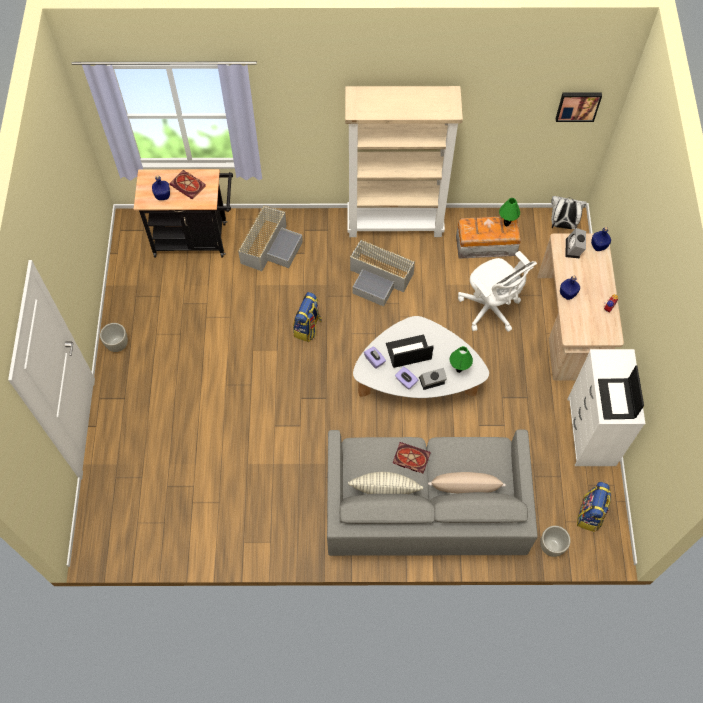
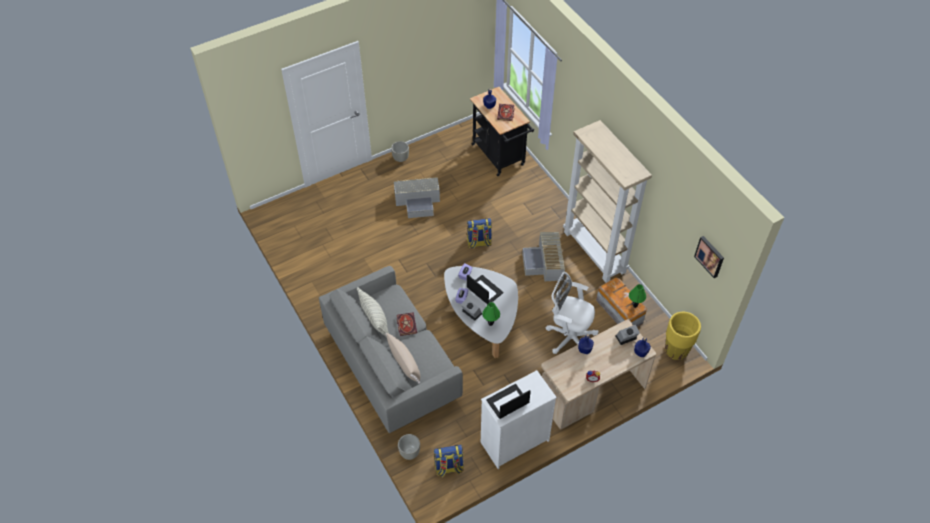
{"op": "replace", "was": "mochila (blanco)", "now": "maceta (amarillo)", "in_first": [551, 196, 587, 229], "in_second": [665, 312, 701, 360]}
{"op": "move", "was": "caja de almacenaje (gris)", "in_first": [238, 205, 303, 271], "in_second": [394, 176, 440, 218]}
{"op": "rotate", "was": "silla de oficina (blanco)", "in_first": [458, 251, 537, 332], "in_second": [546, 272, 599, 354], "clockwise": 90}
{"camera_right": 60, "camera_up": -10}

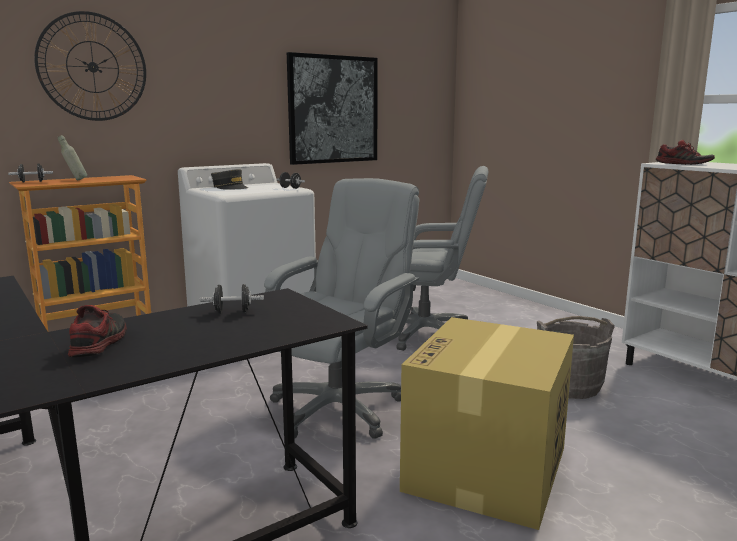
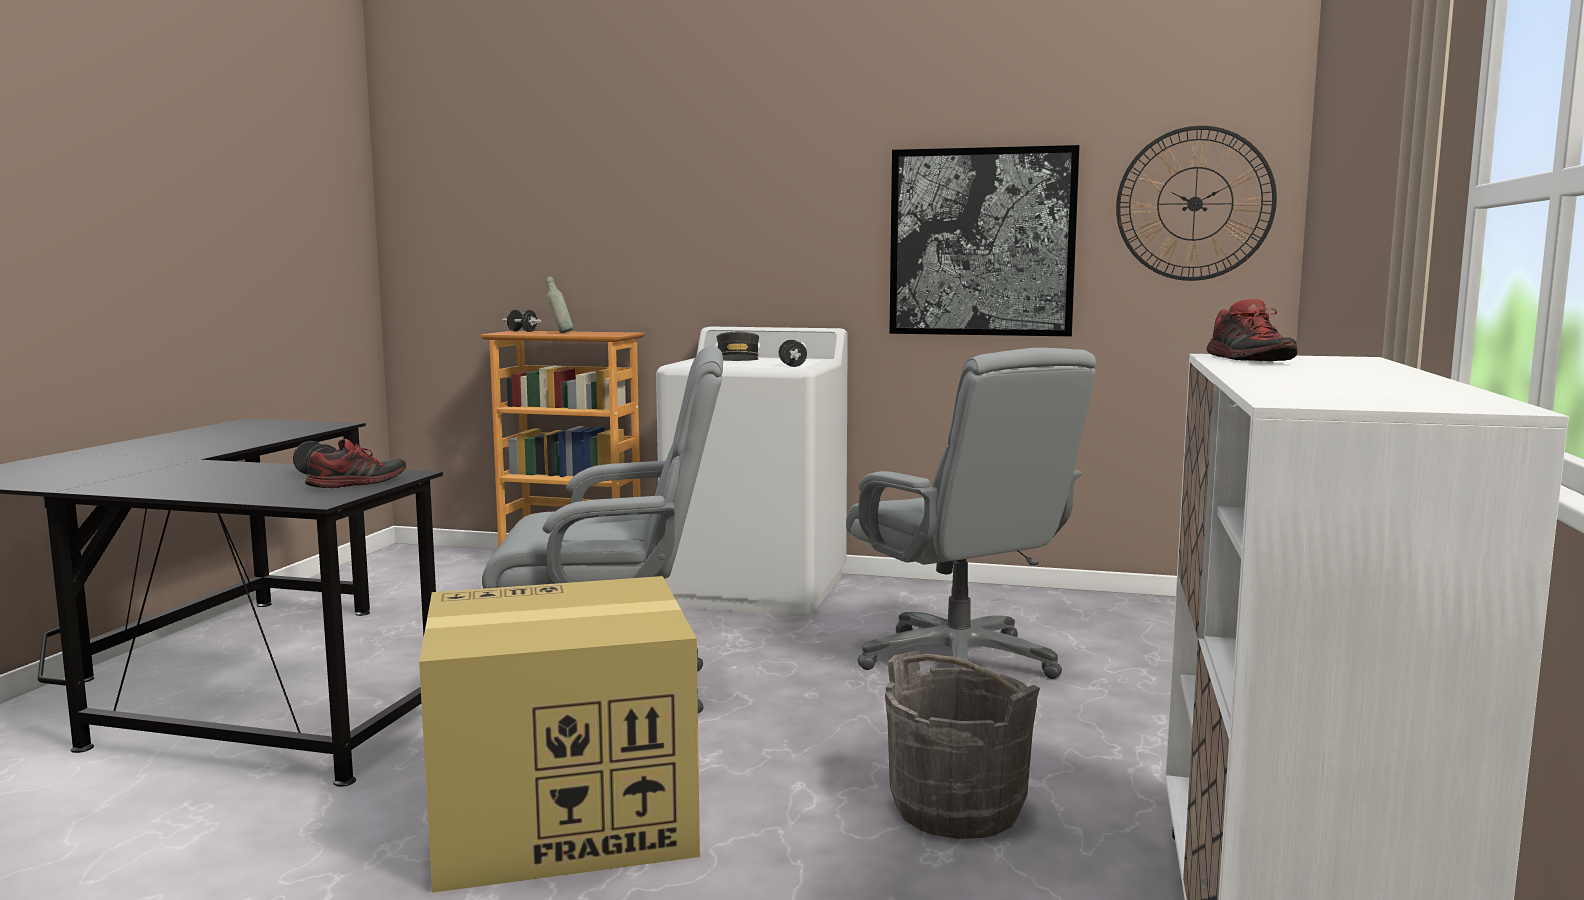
{"op": "move", "was": "reloj de pared", "in_first": [34, 11, 146, 121], "in_second": [1116, 125, 1277, 281]}
{"op": "move", "was": "zapato", "in_first": [68, 305, 127, 357], "in_second": [305, 439, 406, 488]}
{"camera_right": 50, "camera_up": -5}

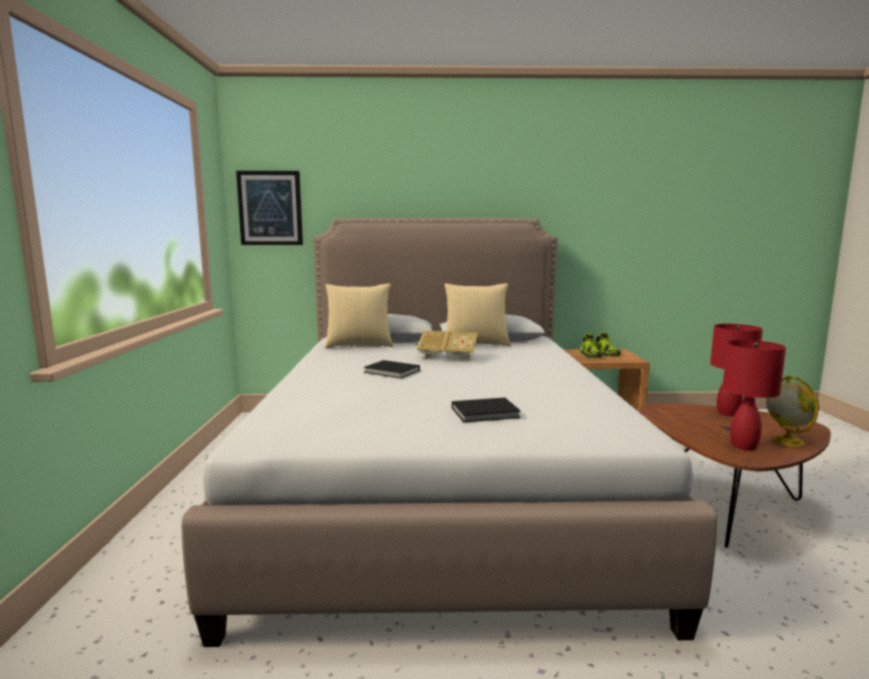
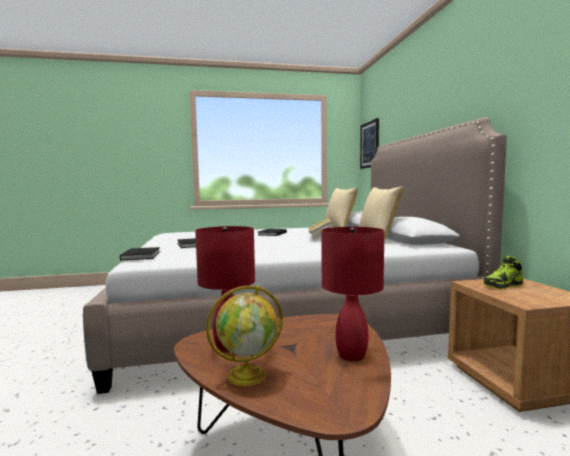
{"op": "delete", "was": "zapato", "in_first": [595, 332, 621, 357]}
{"op": "insert", "now": "libro (negro)", "in_second": [120, 247, 160, 260]}
{"camera_right": 80, "camera_up": -5}

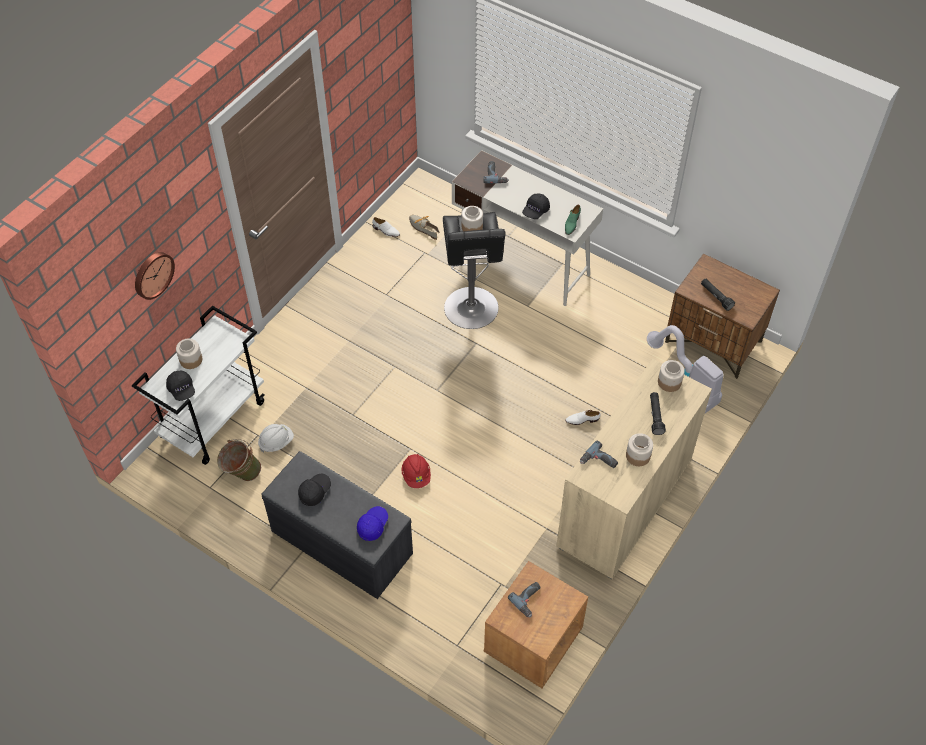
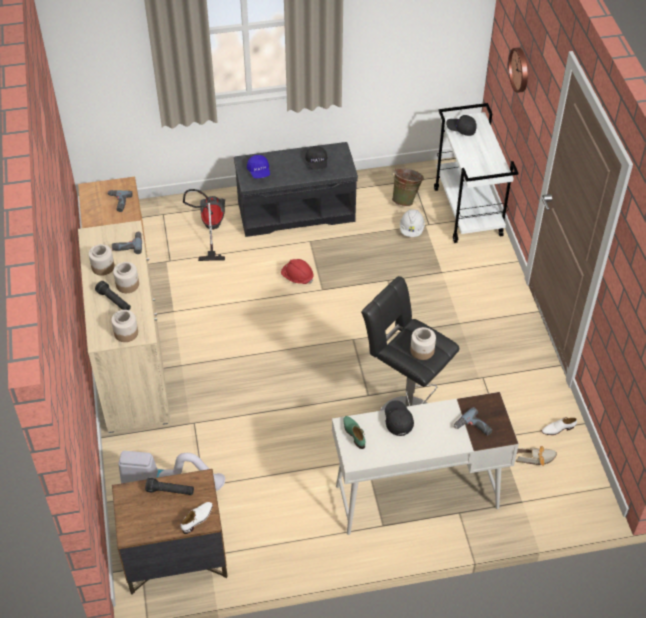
{"op": "move", "was": "tarro", "in_first": [176, 339, 202, 369], "in_second": [113, 262, 139, 293]}
{"op": "move", "was": "zapato (blanco)", "in_first": [565, 410, 600, 425], "in_second": [180, 502, 213, 534]}
{"op": "insert", "now": "aspiradora", "in_second": [183, 189, 225, 261]}
{"camera_right": 135, "camera_up": -5}

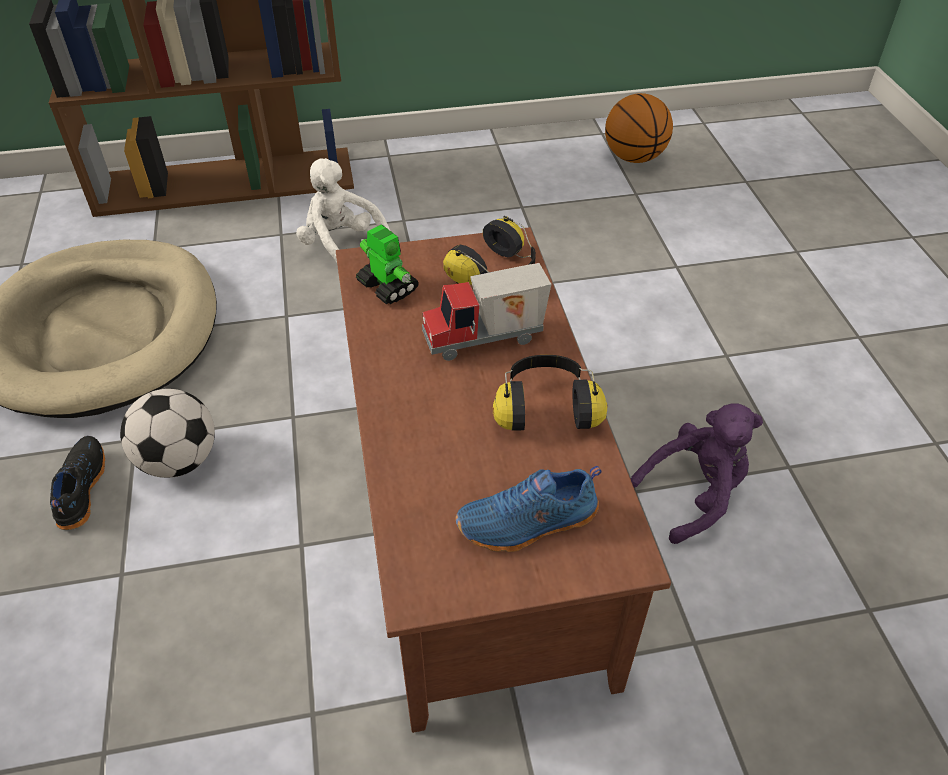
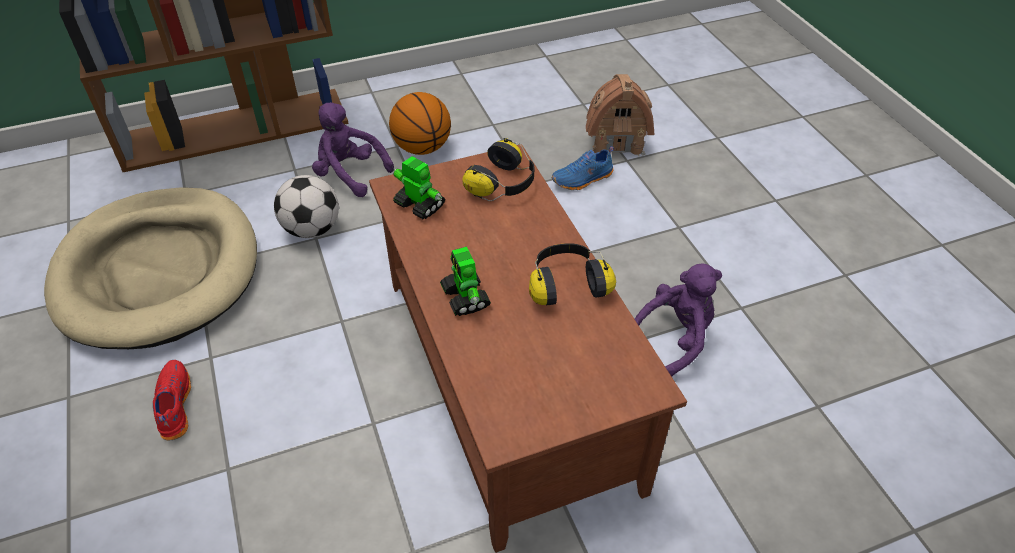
{"op": "move", "was": "balón de baloncesto", "in_first": [605, 93, 673, 163], "in_second": [389, 92, 451, 155]}
{"op": "recolor", "was": "peluche (blanco)", "now": "peluche (morado)", "in_first": [296, 158, 390, 262], "in_second": [312, 102, 394, 197]}
{"op": "delete", "was": "camión de juguete", "in_first": [422, 263, 551, 361]}
{"op": "move", "was": "balón de fútbol", "in_first": [120, 389, 215, 478], "in_second": [274, 175, 339, 238]}
{"op": "recolor", "was": "zapato (negro)", "now": "zapato (rojo)", "in_first": [50, 436, 105, 530], "in_second": [153, 360, 191, 440]}
{"op": "move", "was": "zapato (azul)", "in_first": [456, 466, 602, 552], "in_second": [552, 146, 614, 190]}
{"op": "insert", "now": "casita", "in_second": [586, 74, 655, 156]}
{"op": "insert", "now": "robot de juguete", "in_second": [440, 247, 491, 316]}
{"camera_right": -10, "camera_up": 0}

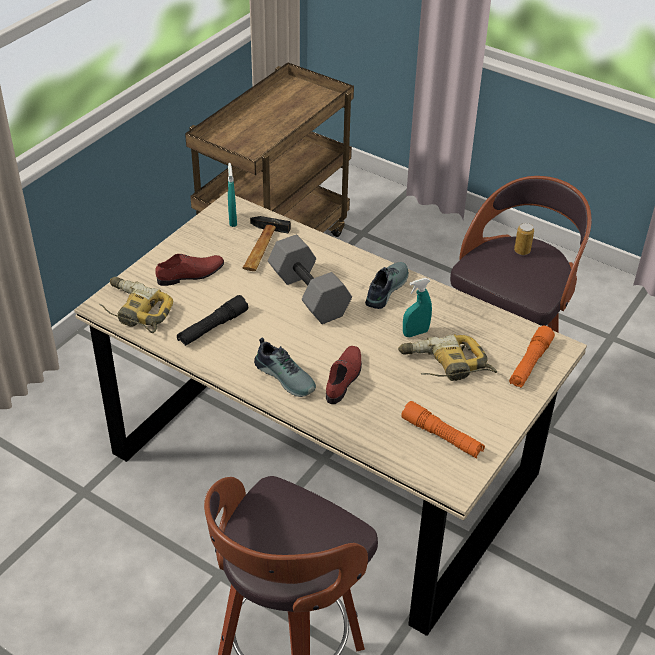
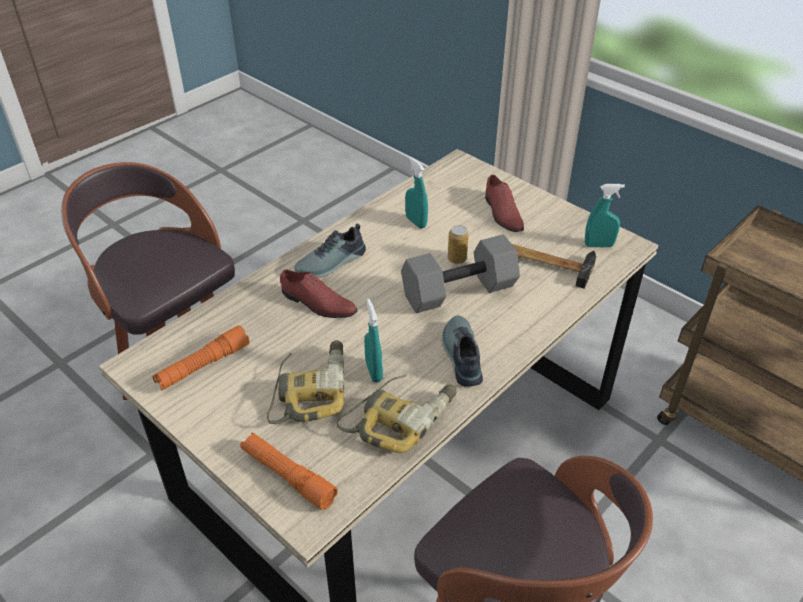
{"op": "move", "was": "lata", "in_first": [514, 223, 534, 255], "in_second": [448, 225, 469, 264]}
{"op": "rotate", "was": "zapato", "in_first": [365, 262, 409, 309], "in_second": [441, 316, 483, 387], "clockwise": -135}
{"op": "move", "was": "taladro", "in_first": [99, 277, 173, 333], "in_second": [337, 375, 457, 453]}
{"op": "replace", "was": "linterna (negro)", "now": "pulverizador (turquesa)", "in_first": [177, 295, 248, 346], "in_second": [405, 157, 428, 229]}
{"camera_right": 100, "camera_up": 0}

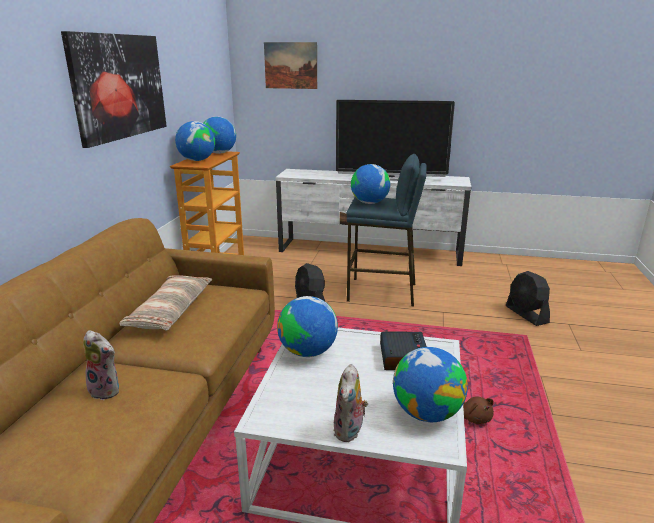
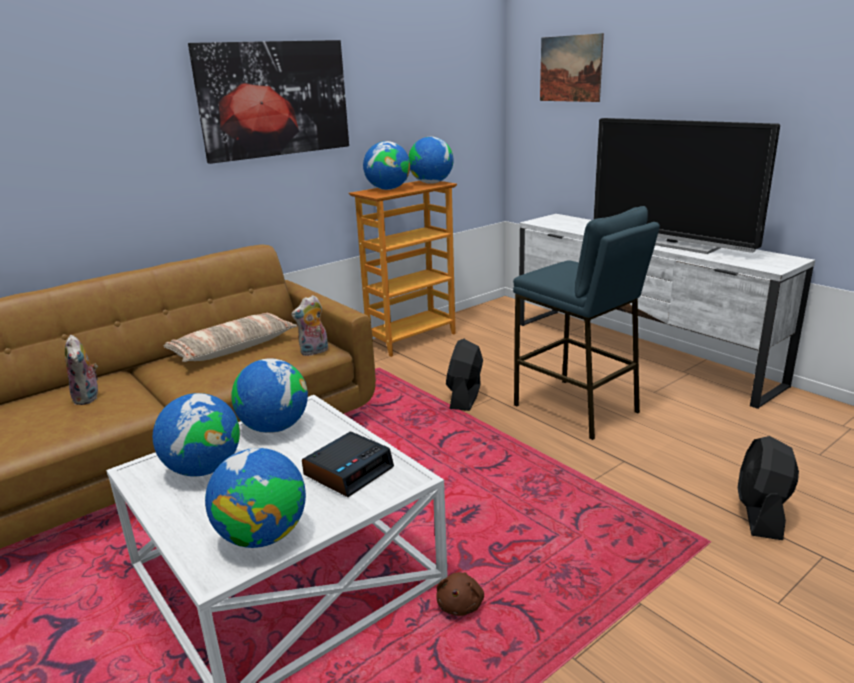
{"op": "move", "was": "globo terráqueo", "in_first": [351, 164, 390, 204], "in_second": [153, 393, 240, 477]}
{"op": "move", "was": "peluche", "in_first": [334, 364, 368, 442], "in_second": [291, 295, 328, 356]}
{"camera_right": 40, "camera_up": 0}

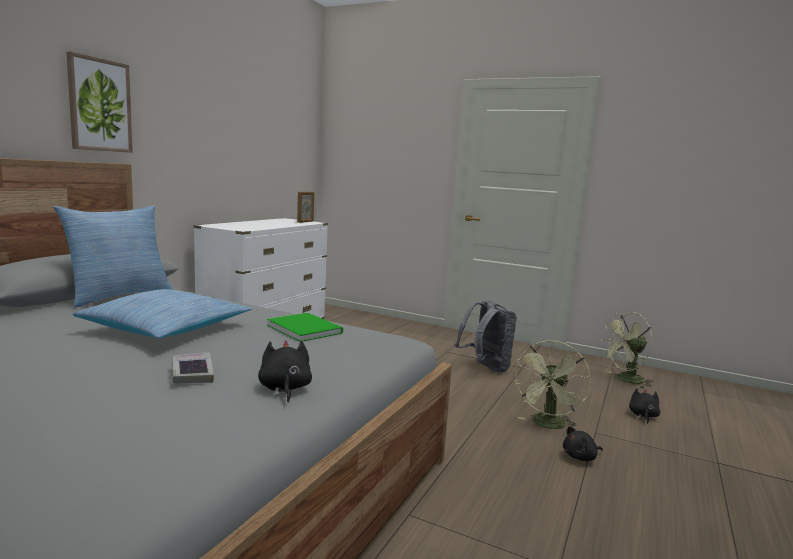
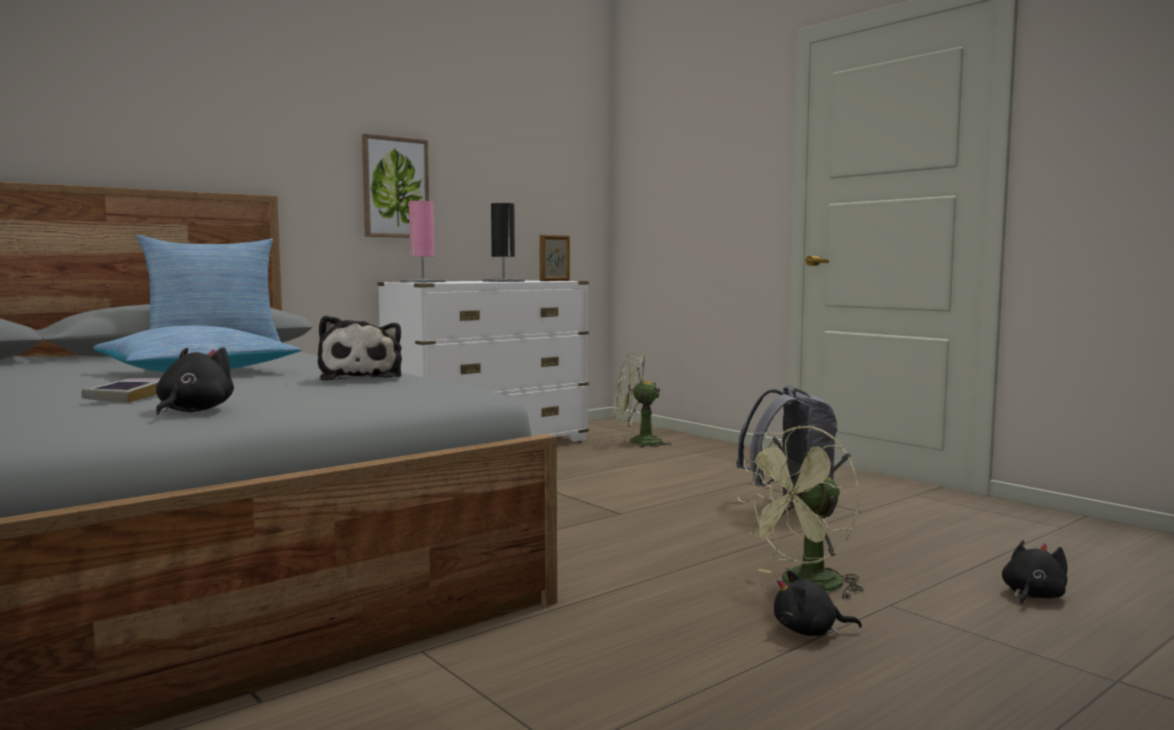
{"op": "move", "was": "cuadro", "in_first": [66, 52, 133, 153], "in_second": [362, 134, 429, 238]}
{"op": "move", "was": "ventilador (verde)", "in_first": [601, 312, 653, 388], "in_second": [613, 353, 672, 448]}
{"op": "replace", "was": "libro (verde)", "now": "peluche", "in_first": [267, 313, 343, 342], "in_second": [318, 315, 402, 381]}
{"op": "insert", "now": "lámpara de mesa (rosa)", "in_second": [400, 201, 445, 283]}
{"op": "insert", "now": "lámpara de mesa (negro)", "in_second": [483, 203, 525, 282]}
{"camera_right": 25, "camera_up": -5}

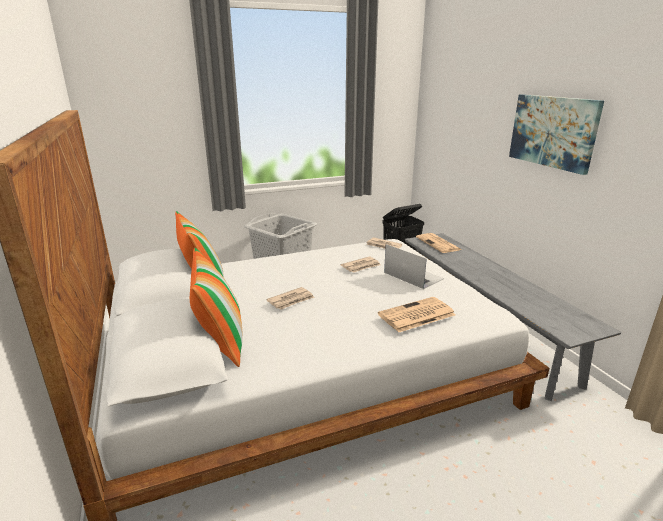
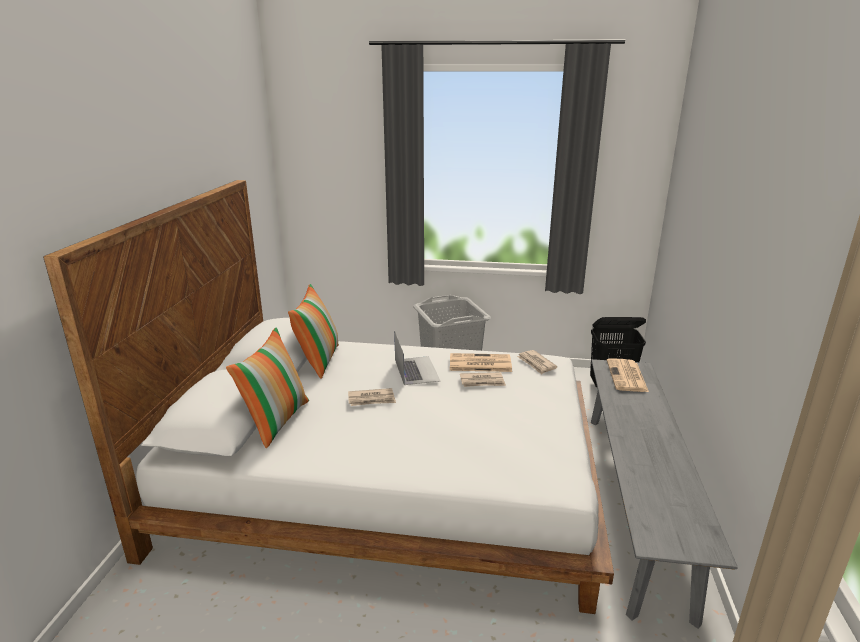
{"op": "delete", "was": "cuadro", "in_first": [509, 94, 604, 175]}
{"op": "move", "was": "portátil", "in_first": [384, 244, 444, 289], "in_second": [394, 331, 440, 385]}
{"op": "move", "was": "periódico", "in_first": [378, 297, 455, 332], "in_second": [450, 353, 512, 372]}
{"camera_right": 30, "camera_up": 0}

